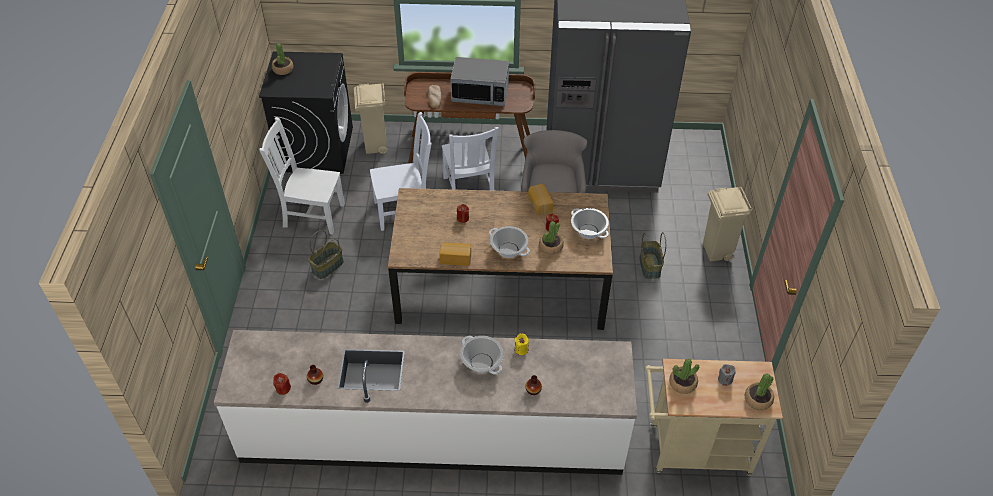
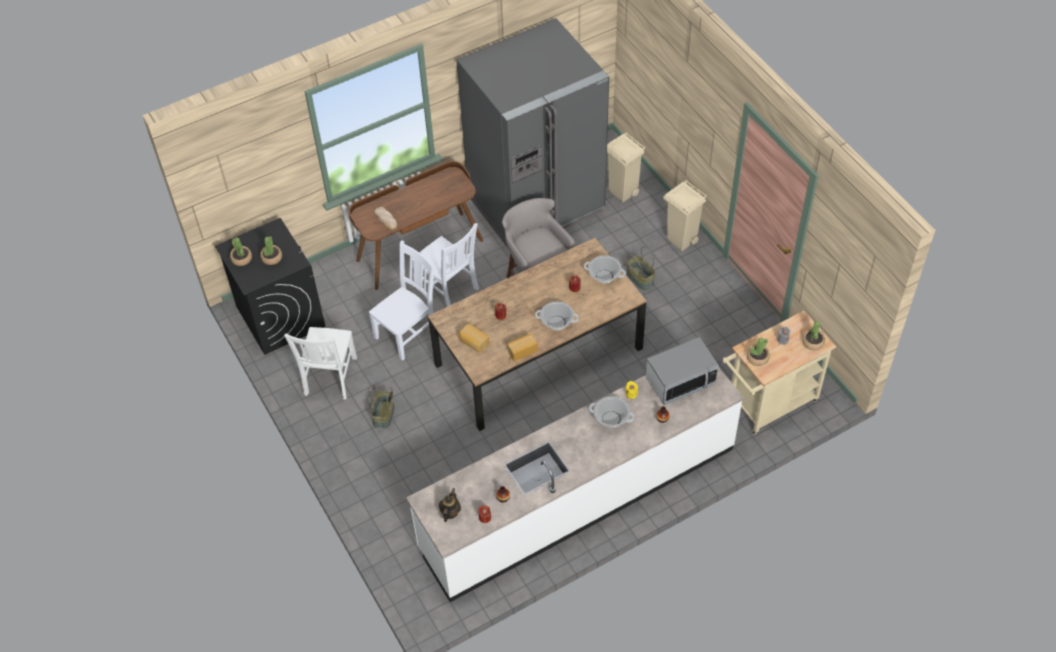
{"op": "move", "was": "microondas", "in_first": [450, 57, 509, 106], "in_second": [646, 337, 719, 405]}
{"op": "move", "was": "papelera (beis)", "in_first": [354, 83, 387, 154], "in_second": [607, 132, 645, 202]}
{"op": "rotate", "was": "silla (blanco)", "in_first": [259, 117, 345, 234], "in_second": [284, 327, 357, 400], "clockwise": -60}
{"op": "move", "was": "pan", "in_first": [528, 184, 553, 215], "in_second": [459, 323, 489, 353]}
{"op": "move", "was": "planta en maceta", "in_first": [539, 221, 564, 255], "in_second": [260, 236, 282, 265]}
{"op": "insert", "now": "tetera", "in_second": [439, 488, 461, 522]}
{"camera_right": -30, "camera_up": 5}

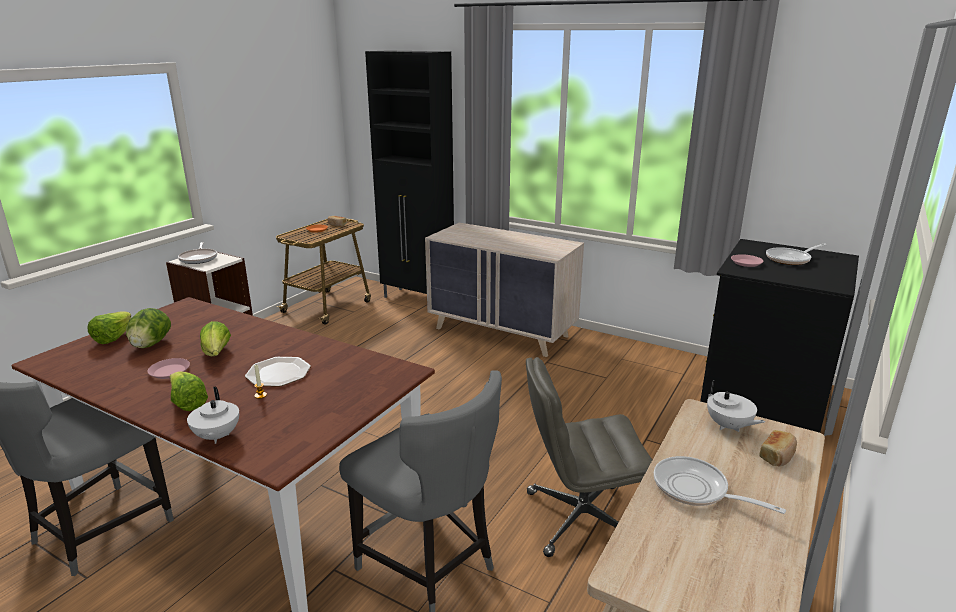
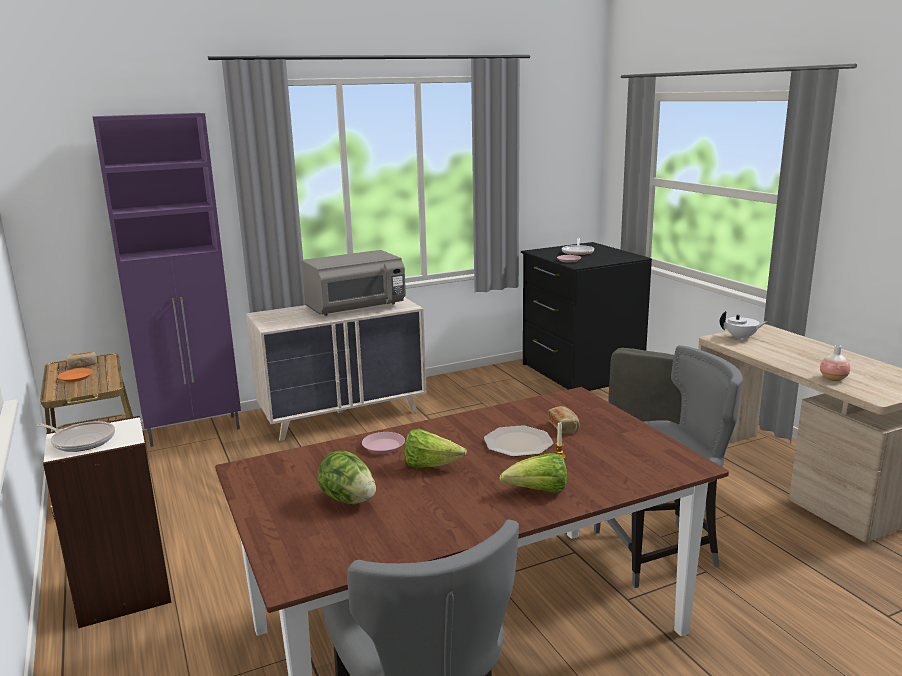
{"op": "recolor", "was": "armario (negro)", "now": "armario (morado)", "in_first": [365, 50, 454, 298], "in_second": [92, 113, 241, 447]}
{"op": "delete", "was": "lechuga", "in_first": [87, 311, 131, 344]}
{"op": "move", "was": "plato (rosa)", "in_first": [147, 358, 190, 379], "in_second": [362, 432, 405, 454]}
{"op": "delete", "was": "tetera (blanco)", "in_first": [187, 387, 239, 444]}
{"op": "move", "was": "pan", "in_first": [759, 430, 797, 466], "in_second": [548, 406, 580, 434]}
{"op": "delete", "was": "sartén", "in_first": [654, 456, 786, 514]}
{"op": "insert", "now": "microondas (gris)", "in_second": [301, 250, 406, 316]}
{"op": "insert", "now": "florero", "in_second": [820, 345, 850, 381]}
{"camera_right": -55, "camera_up": -5}

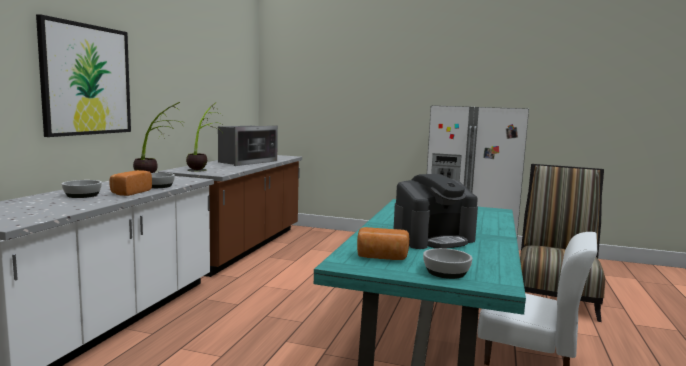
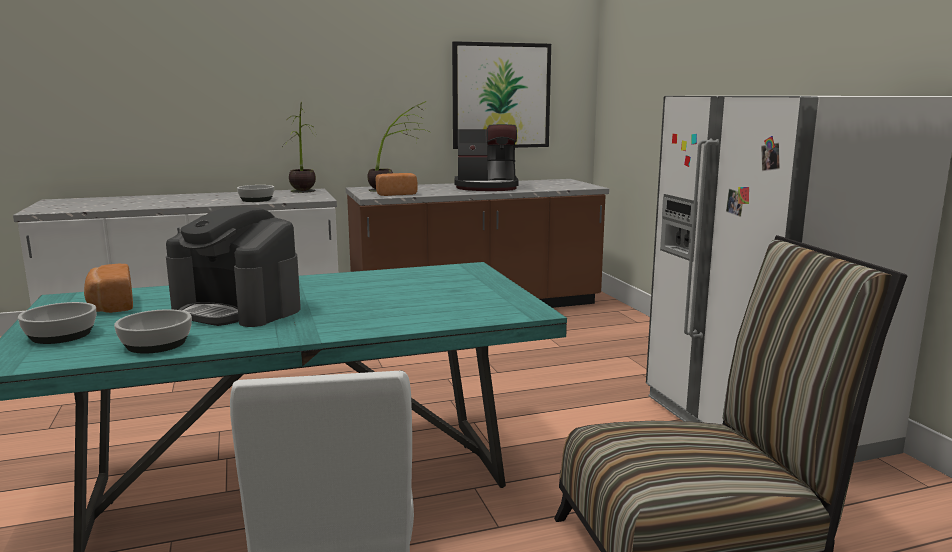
{"op": "move", "was": "cuadro", "in_first": [36, 14, 131, 137], "in_second": [452, 41, 551, 149]}
{"op": "replace", "was": "microondas", "now": "cafetera", "in_first": [218, 126, 278, 166], "in_second": [454, 124, 518, 191]}
{"op": "move", "was": "pan", "in_first": [109, 170, 152, 196], "in_second": [376, 173, 417, 196]}
{"op": "move", "was": "cuenco", "in_first": [62, 180, 102, 198], "in_second": [114, 309, 192, 354]}
{"camera_right": 55, "camera_up": 5}

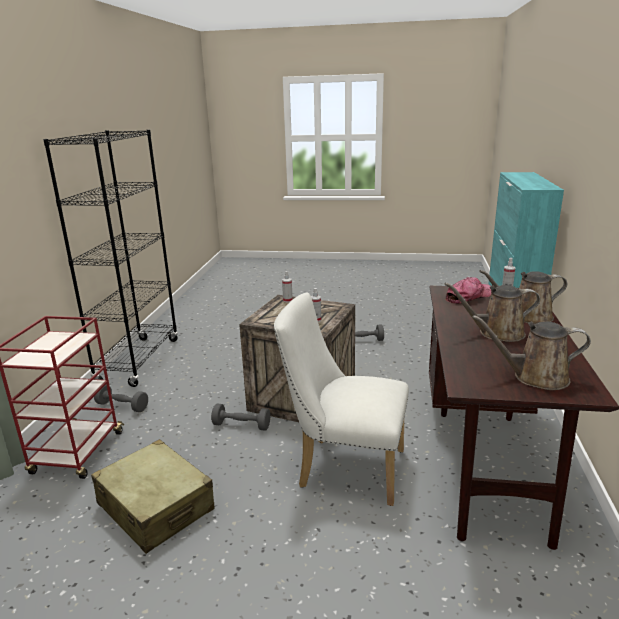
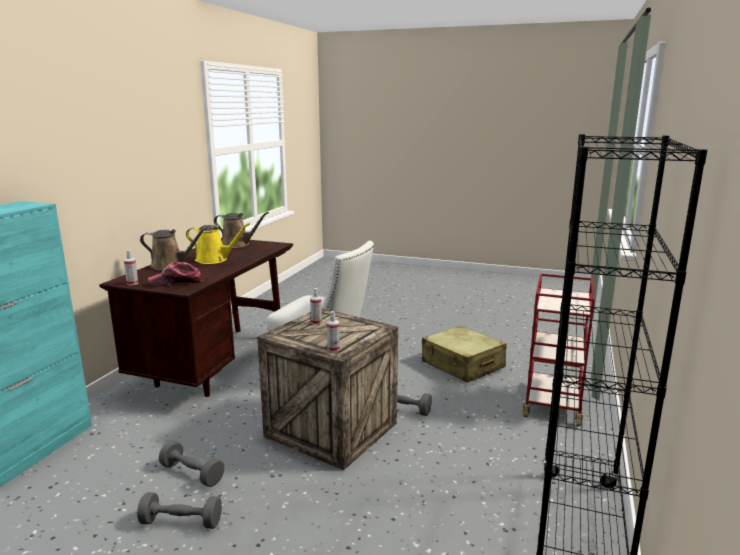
{"op": "recolor", "was": "regadera (marrón)", "now": "regadera (amarillo)", "in_first": [444, 283, 540, 342], "in_second": [186, 223, 250, 264]}
{"op": "move", "was": "mancuerna (gris)", "in_first": [94, 385, 148, 412], "in_second": [159, 440, 224, 487]}
{"camera_right": -170, "camera_up": -5}

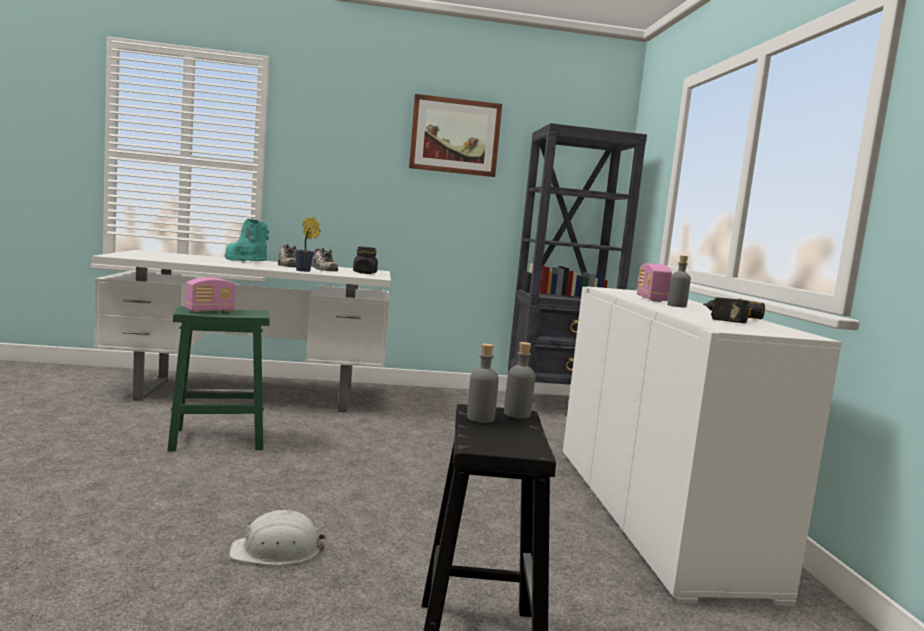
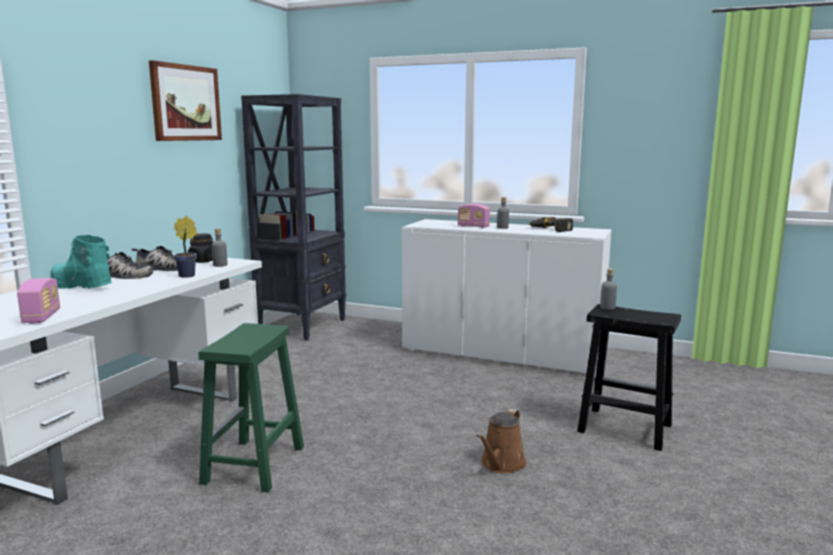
{"op": "rotate", "was": "bota (turquesa)", "in_first": [225, 219, 269, 261], "in_second": [50, 235, 112, 289], "clockwise": 45}
{"op": "move", "was": "radio", "in_first": [186, 277, 236, 312], "in_second": [17, 278, 60, 324]}
{"op": "move", "was": "botella (gris)", "in_first": [467, 343, 499, 423], "in_second": [212, 229, 228, 267]}
{"op": "replace", "was": "casco (blanco)", "now": "regadera (marrón)", "in_first": [229, 510, 326, 565], "in_second": [477, 409, 526, 474]}
{"camera_right": -60, "camera_up": 5}

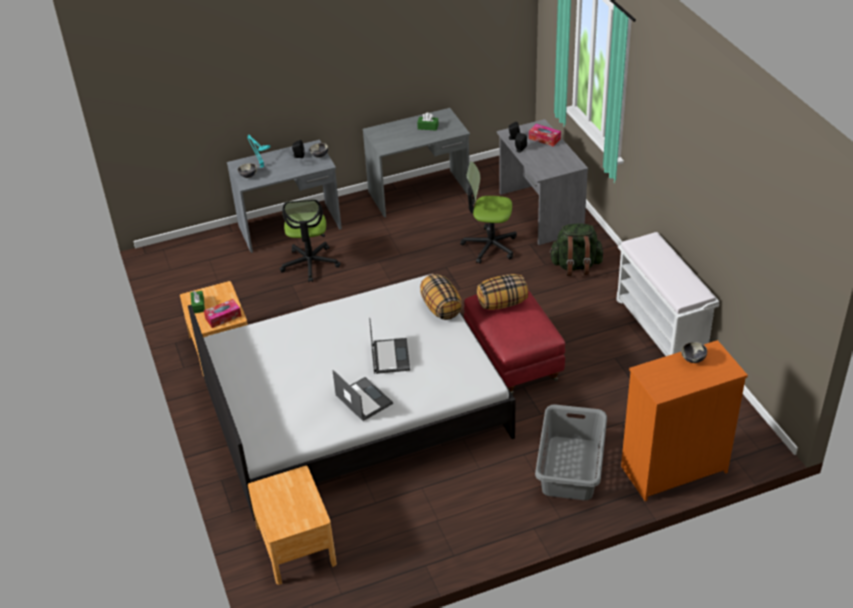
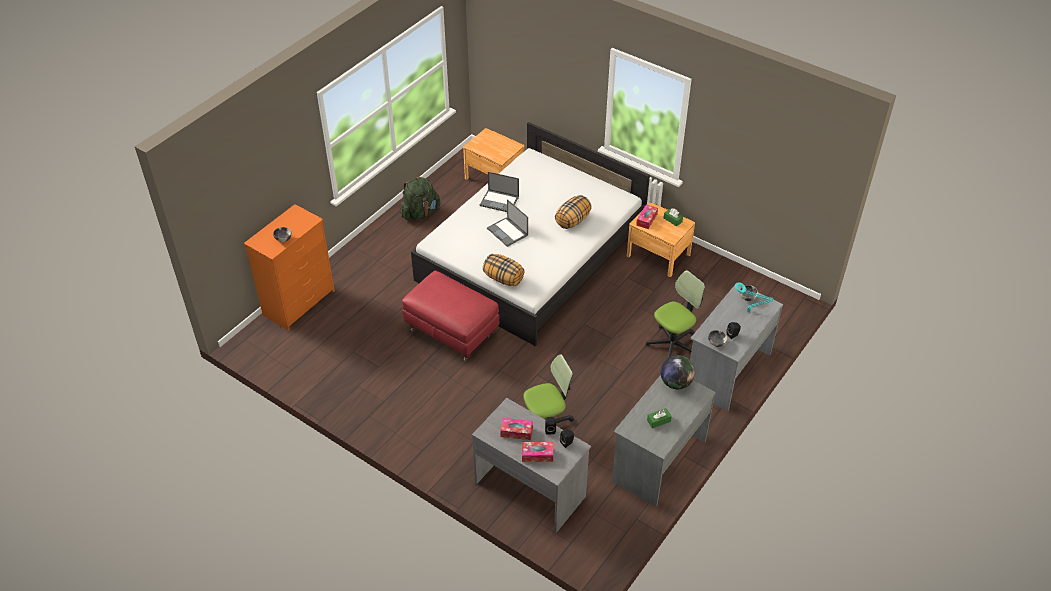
{"op": "rotate", "was": "silla de oficina", "in_first": [280, 199, 341, 282], "in_second": [646, 270, 705, 358], "clockwise": 90}
{"op": "move", "was": "mochila (verde)", "in_first": [549, 224, 604, 276], "in_second": [400, 177, 440, 220]}
{"op": "delete", "was": "banco (blanco)", "in_first": [616, 232, 720, 356]}
{"op": "move", "was": "cojín", "in_first": [477, 274, 528, 310], "in_second": [555, 195, 592, 229]}
{"op": "delete", "was": "cesto de la ropa (gris)", "in_first": [535, 404, 607, 500]}
{"op": "insert", "now": "globo terráqueo", "in_second": [660, 355, 695, 389]}
{"op": "insert", "now": "caja de pañuelos", "in_second": [500, 418, 533, 440]}
{"camera_right": 145, "camera_up": 5}

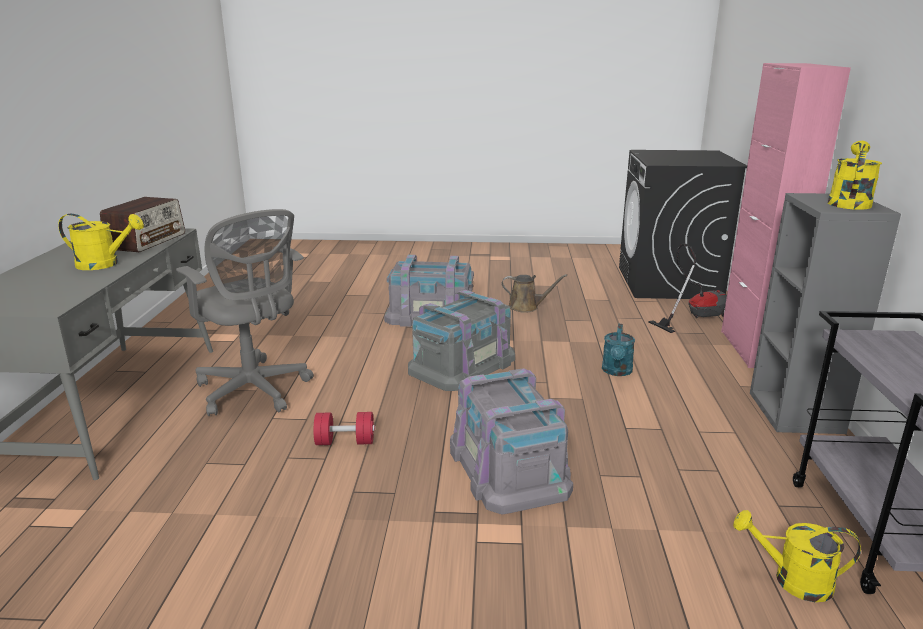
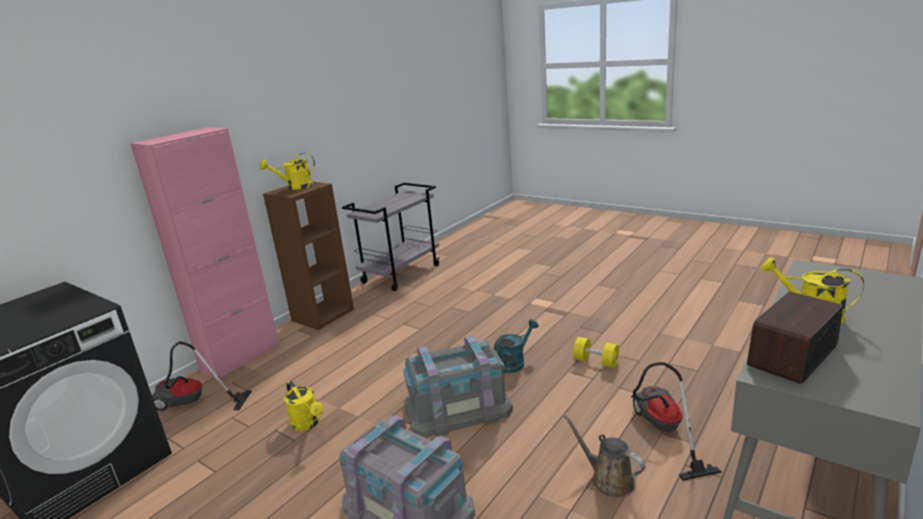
{"op": "recolor", "was": "estantería (gris)", "now": "estantería (marrón)", "in_first": [750, 193, 901, 434], "in_second": [263, 181, 354, 330]}
{"op": "replace", "was": "silla de oficina (gris)", "now": "aspiradora", "in_first": [176, 209, 314, 416], "in_second": [631, 362, 722, 481]}
{"op": "move", "was": "regadera (marrón)", "in_first": [501, 274, 567, 313], "in_second": [563, 414, 646, 497]}
{"op": "move", "was": "regadera (turquesa)", "in_first": [602, 324, 635, 376], "in_second": [494, 319, 539, 373]}
{"op": "delete", "was": "caja de almacenaje (gris)", "in_first": [450, 368, 573, 515]}
{"op": "recolor", "was": "mancuerna (rojo)", "now": "mancuerna (amarillo)", "in_first": [313, 412, 375, 445], "in_second": [573, 337, 619, 368]}
{"op": "move", "was": "regadera (amarillo)", "in_first": [733, 510, 861, 602], "in_second": [284, 381, 323, 431]}
{"camera_right": -145, "camera_up": 0}

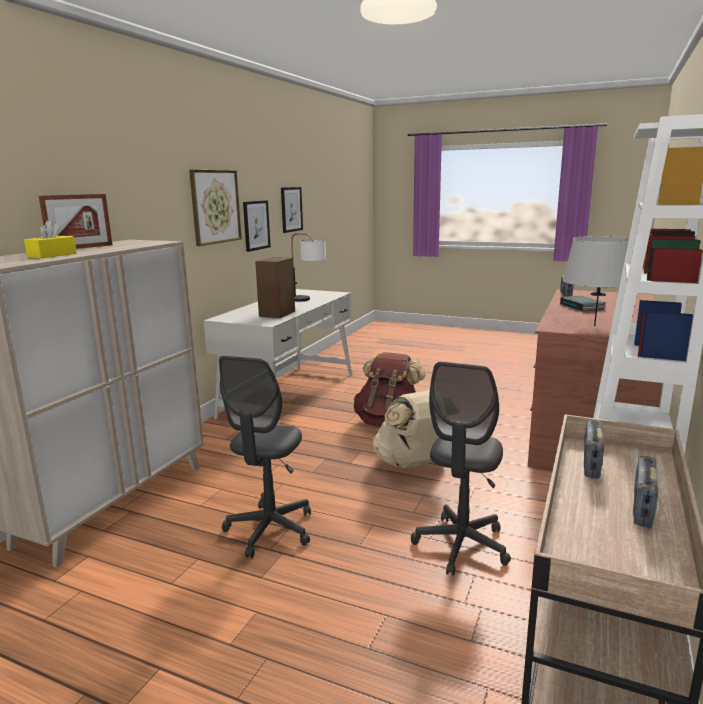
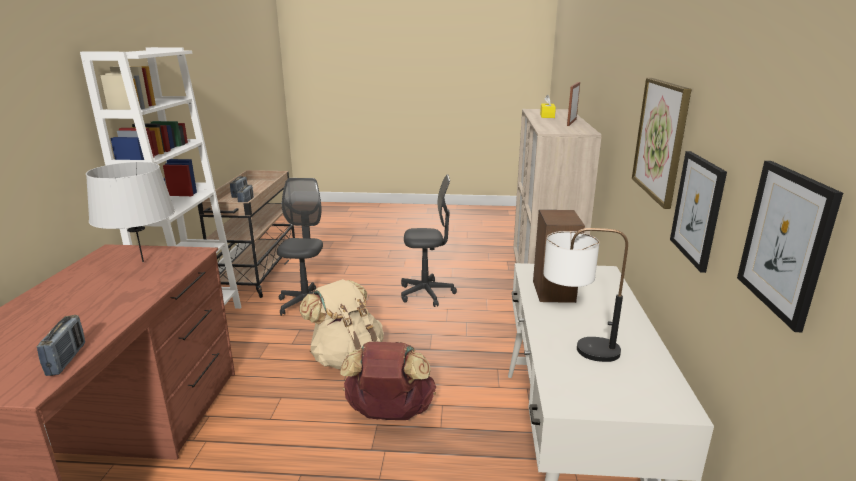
{"op": "delete", "was": "libro", "in_first": [560, 296, 606, 312]}
{"op": "rotate", "was": "silla de oficina (gris)", "in_first": [219, 356, 311, 558], "in_second": [401, 174, 457, 307], "clockwise": 90}
{"camera_right": 160, "camera_up": 5}

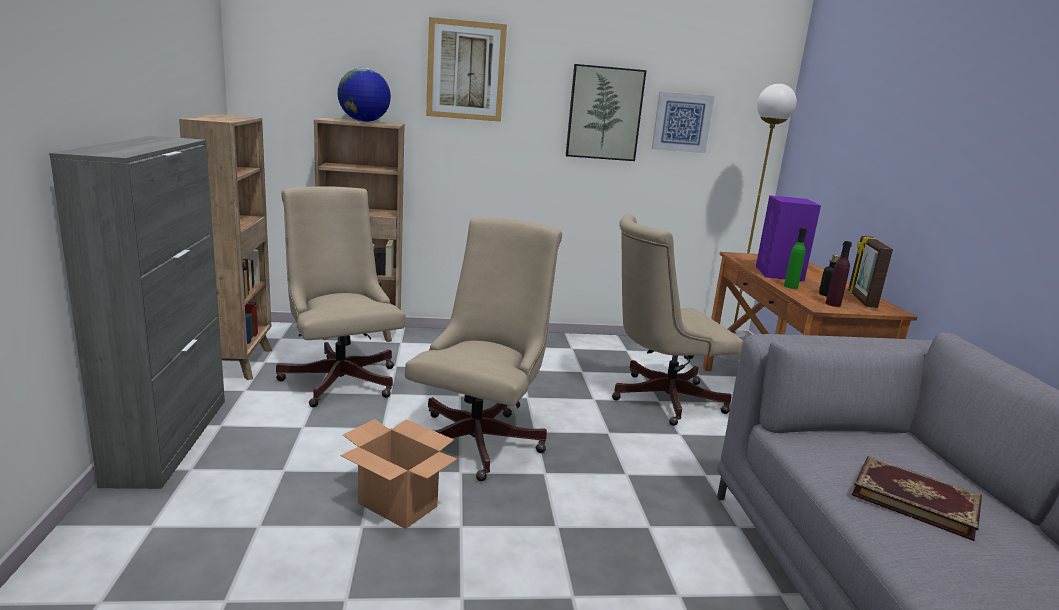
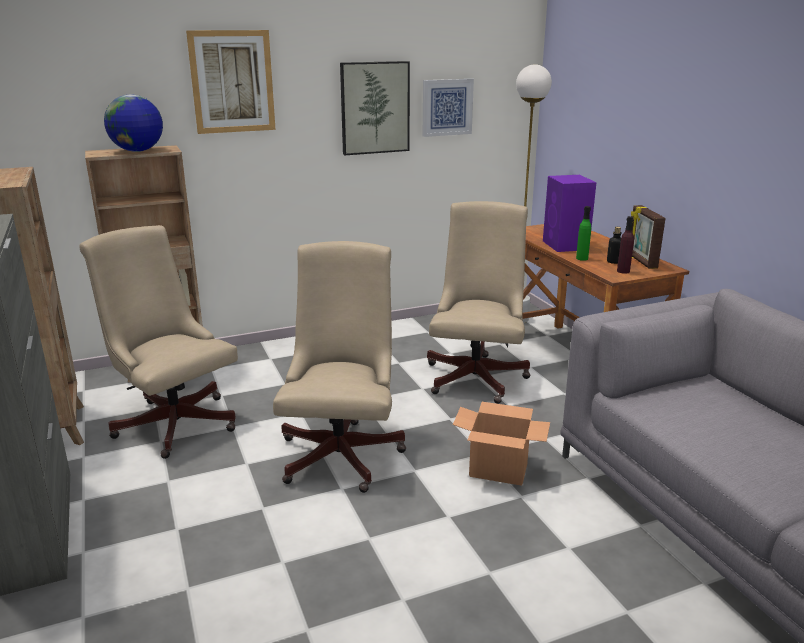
{"op": "rotate", "was": "silla de oficina (beis)", "in_first": [612, 214, 743, 426], "in_second": [427, 201, 530, 404], "clockwise": 135}
{"op": "move", "was": "caja de cartón", "in_first": [340, 419, 457, 529], "in_second": [453, 402, 550, 486]}
{"op": "delete", "was": "libro", "in_first": [852, 456, 982, 541]}
{"camera_right": -15, "camera_up": 5}

